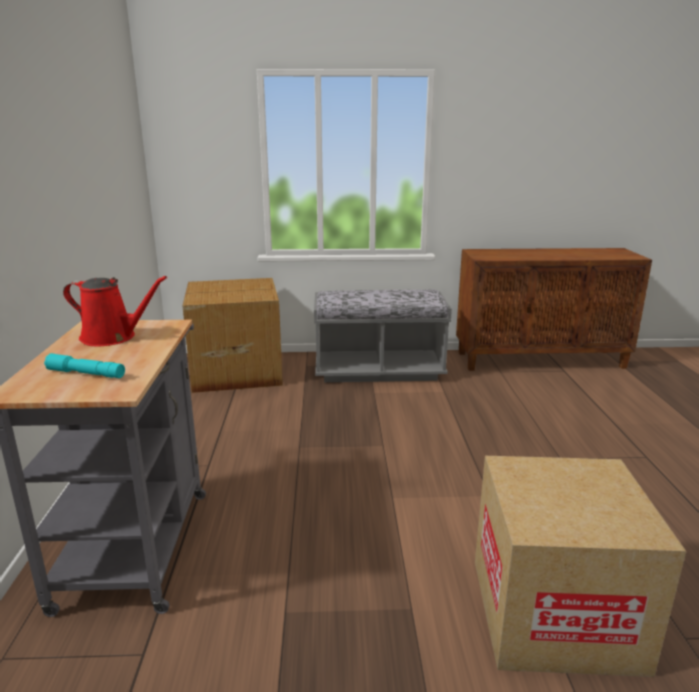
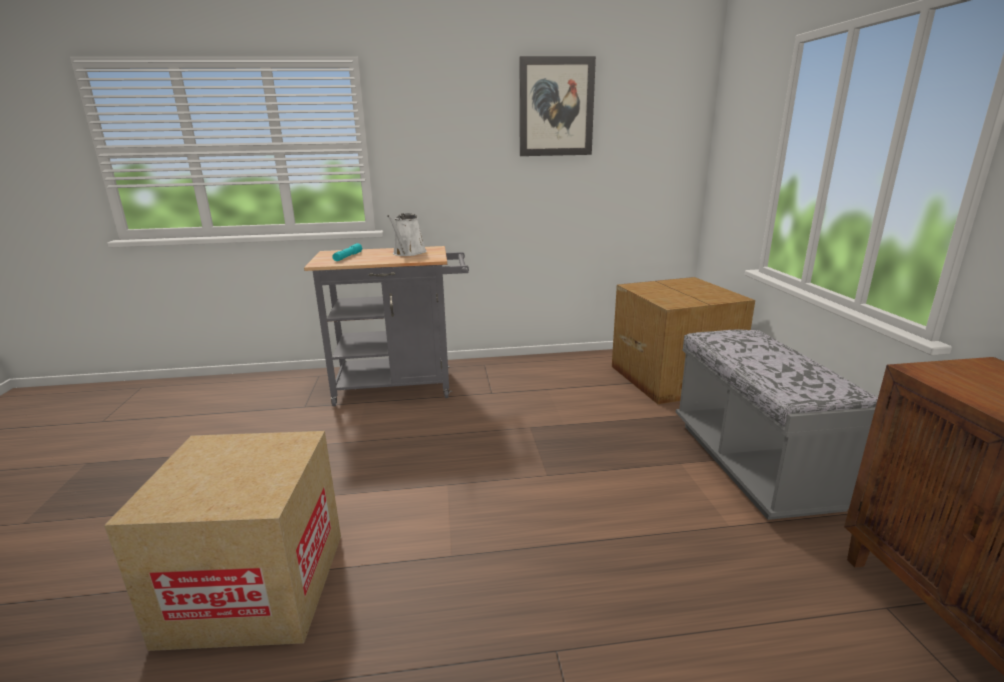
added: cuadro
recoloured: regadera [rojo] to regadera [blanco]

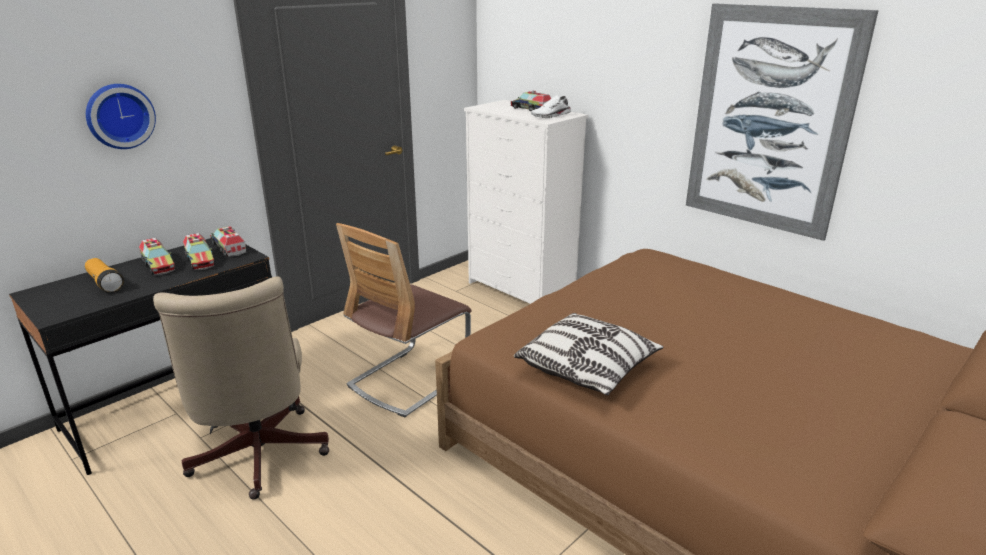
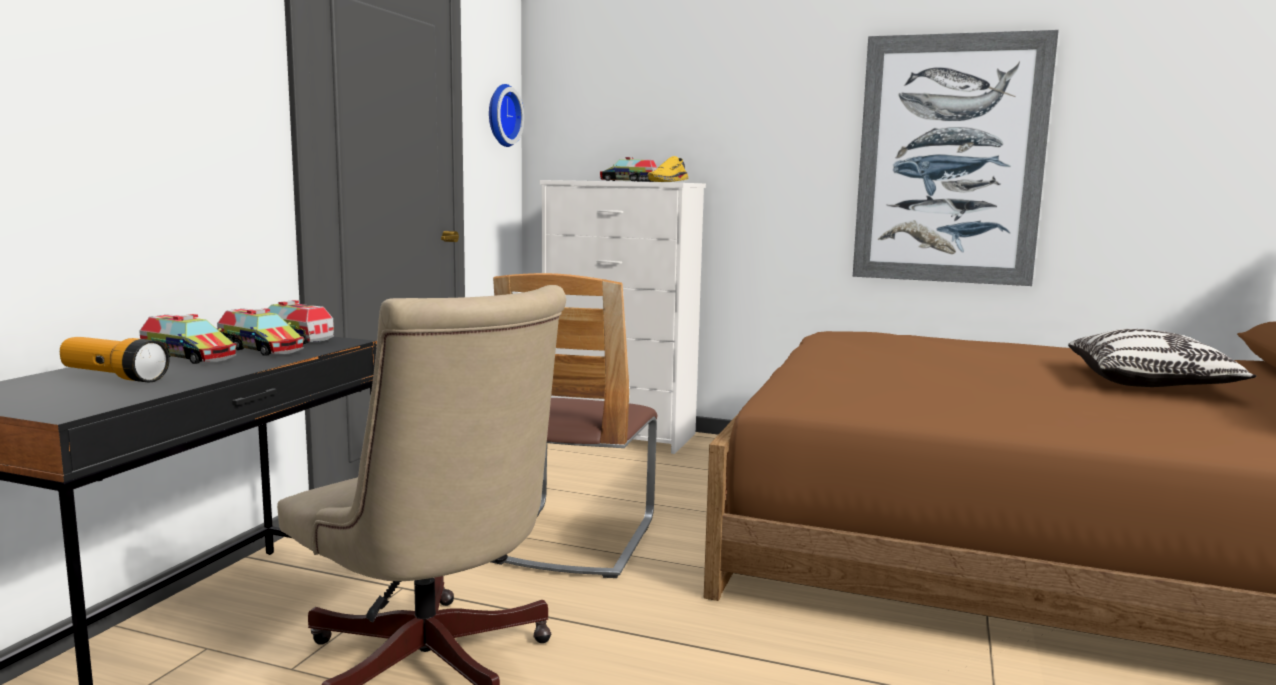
moved: reloj de pared; cojín
recoloured: zapato [blanco] to zapato [amarillo]

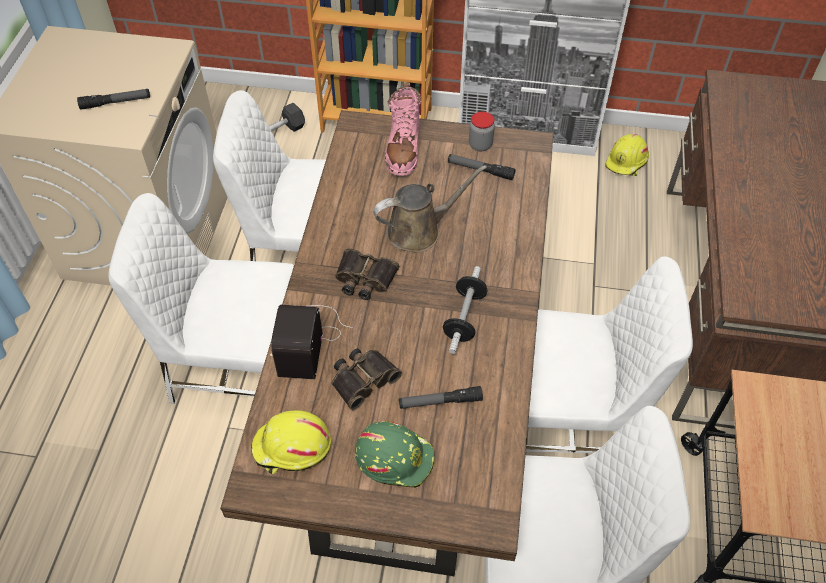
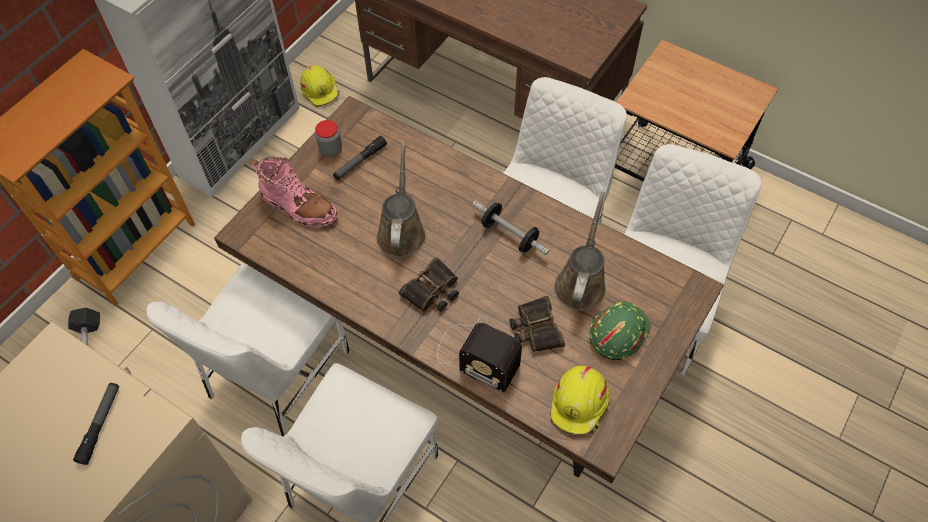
replaced: linterna (2nd from left) to regadera [marrón] (2nd from left)

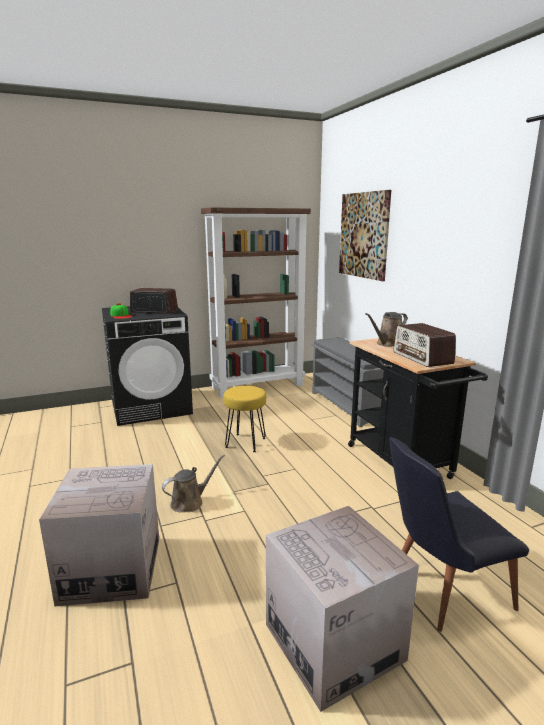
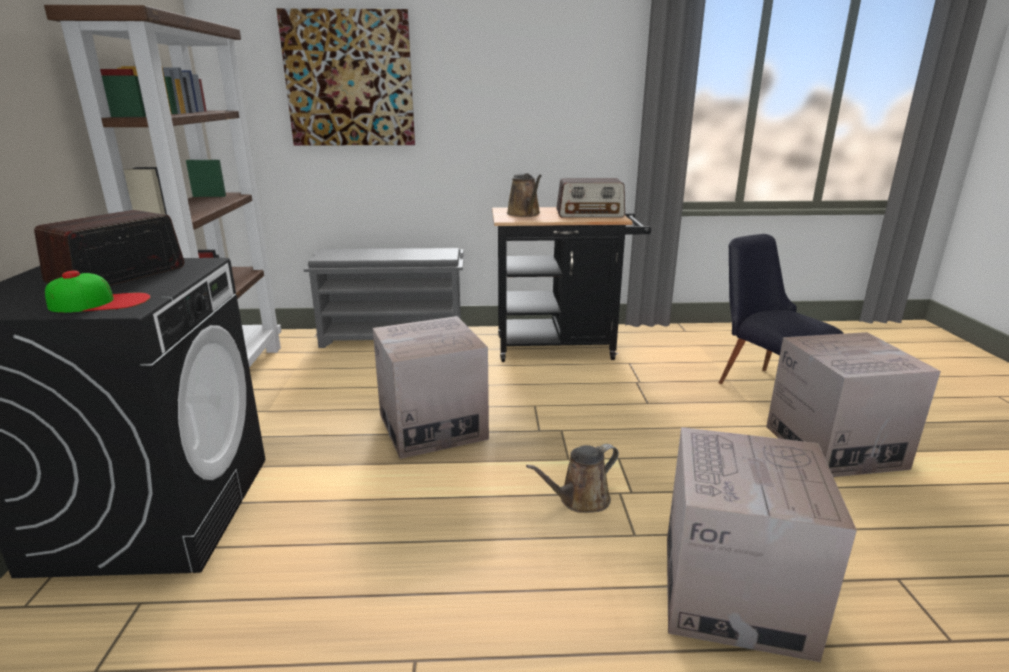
replaced: taburete [amarillo] to caja de cartón (1st from left)
turned: silla [negro] 150 degrees clockwise; regadera [marrón] (1st from left in the first image) 105 degrees counterclockwise

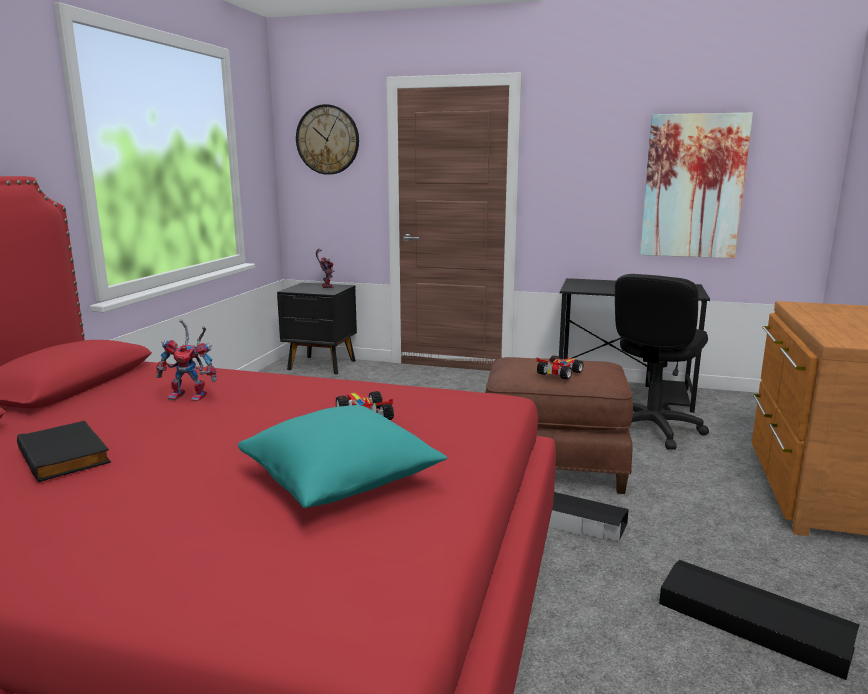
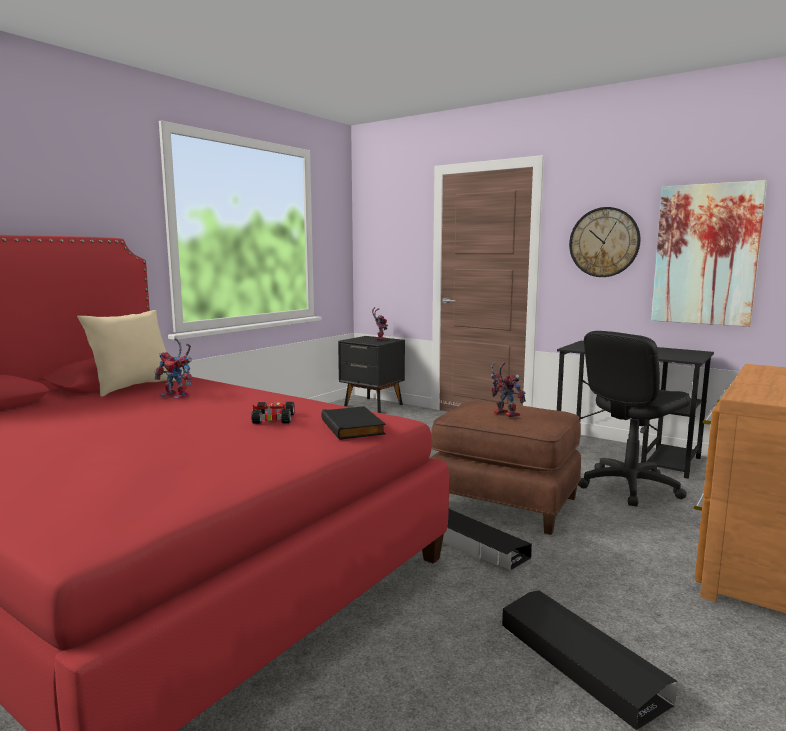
removed: cojín [turquesa]
added: cojín [beis]
moved: reloj de pared; libro [negro]
replaced: coche de juguete (2nd from left) to robot de juguete (3rd from left)

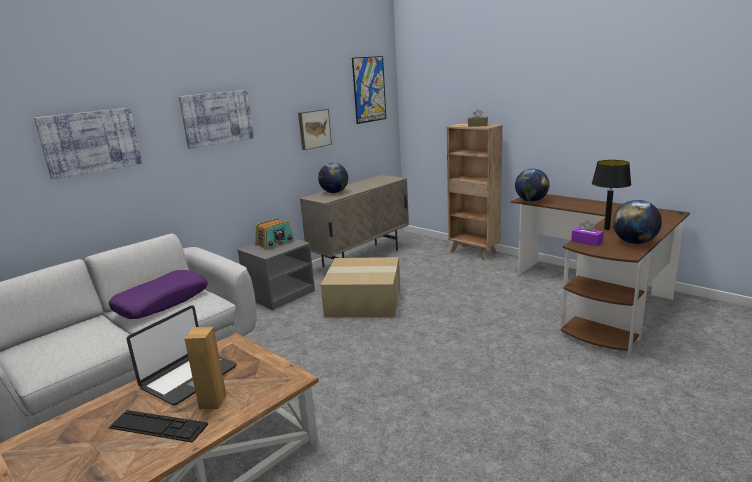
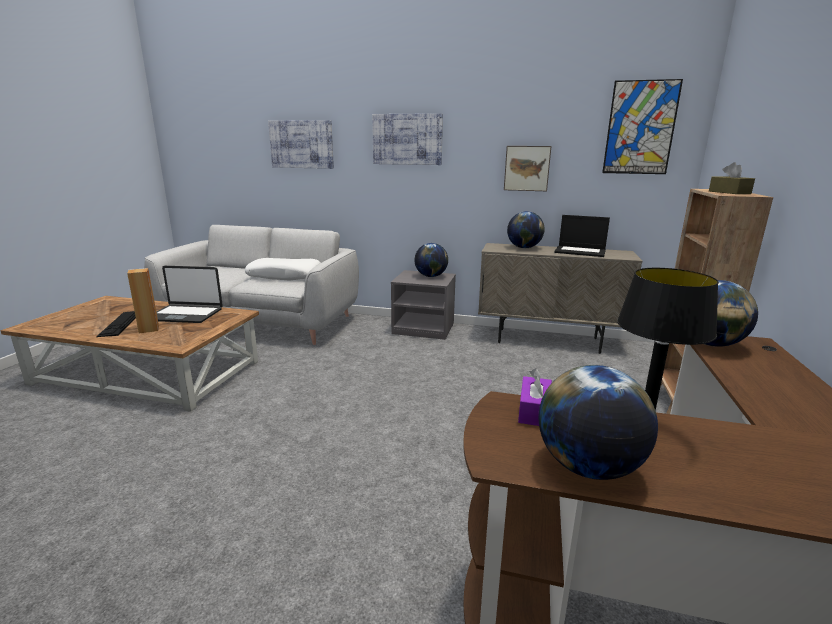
removed: caja de cartón
added: portátil (2nd from left)
replaced: radio to globo terráqueo (1st from left)
recoloured: cojín [morado] to cojín [blanco]

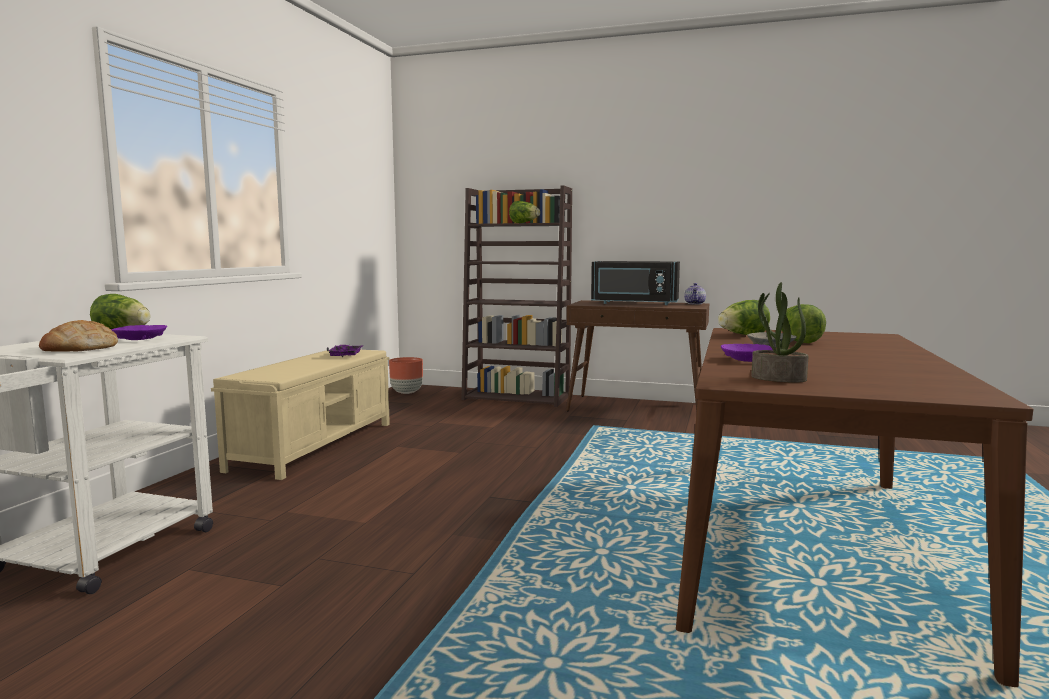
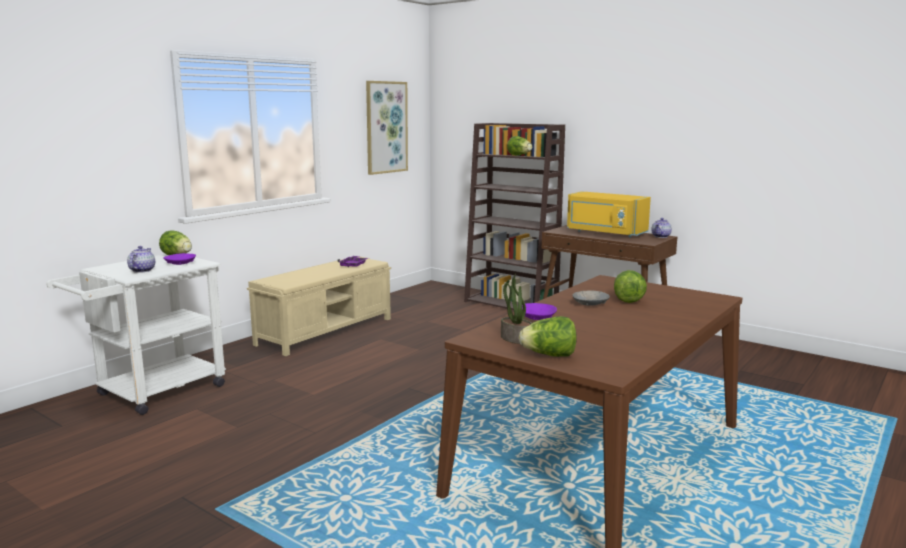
removed: maceta [marrón]
added: cuadro
moved: lechuga (3rd from left)
replaced: pan to tetera (1st from left)
recoloured: microondas [negro] to microondas [amarillo]

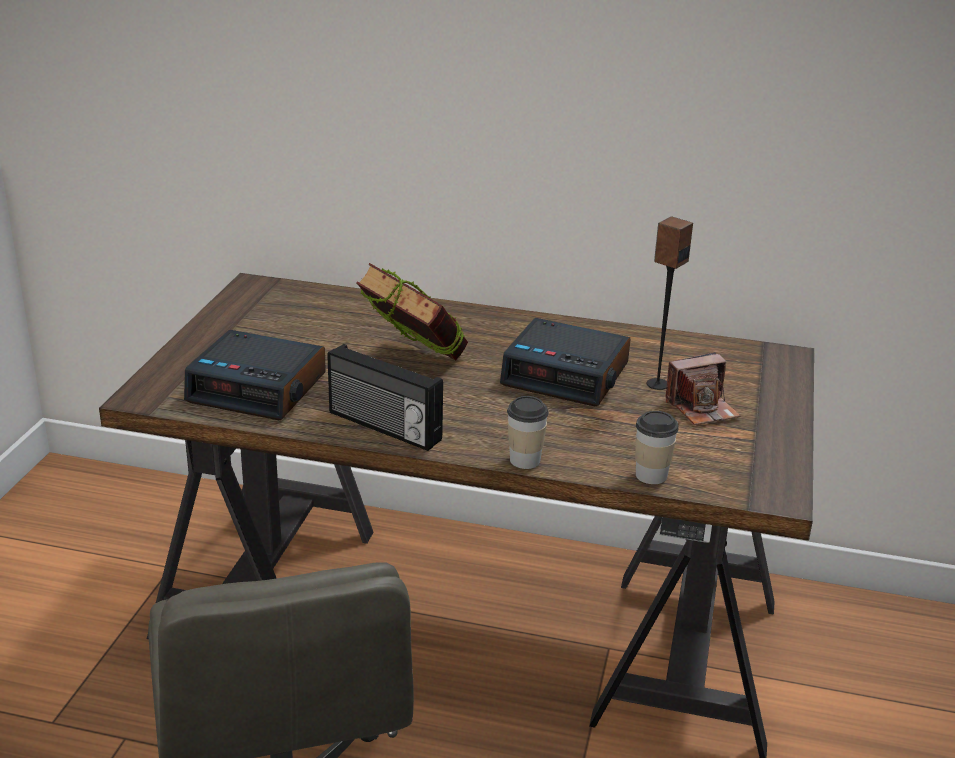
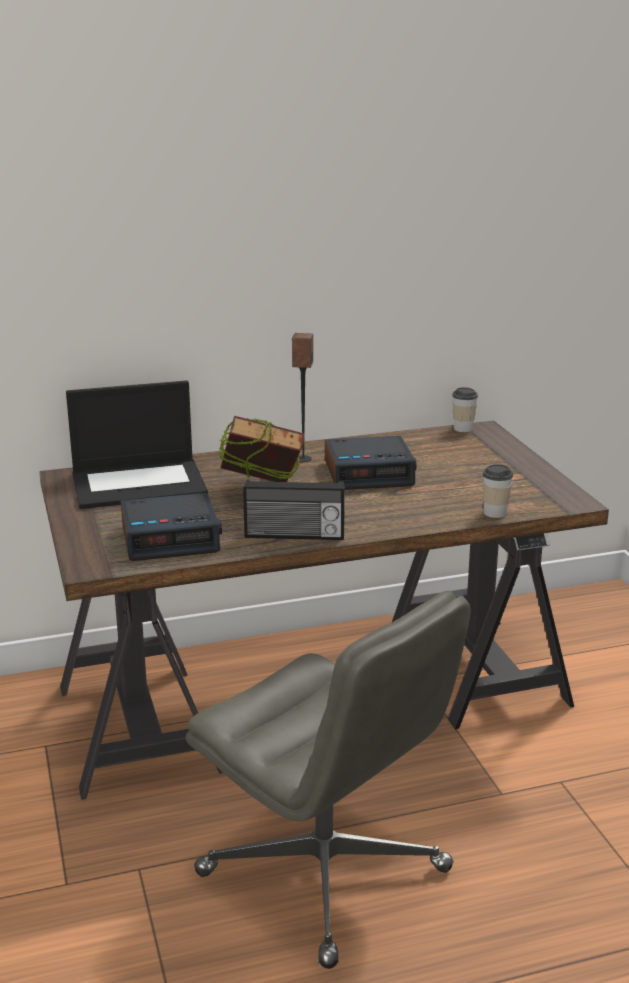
removed: cámara
added: portátil
moved: altavoz; taza (1st from left)

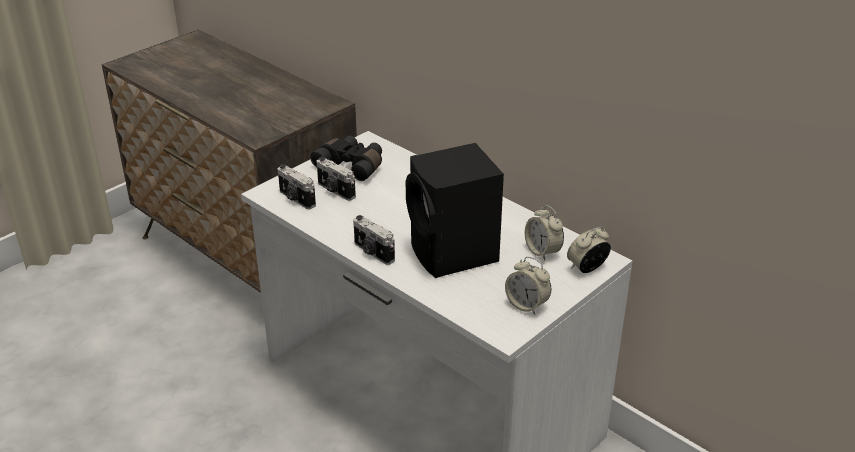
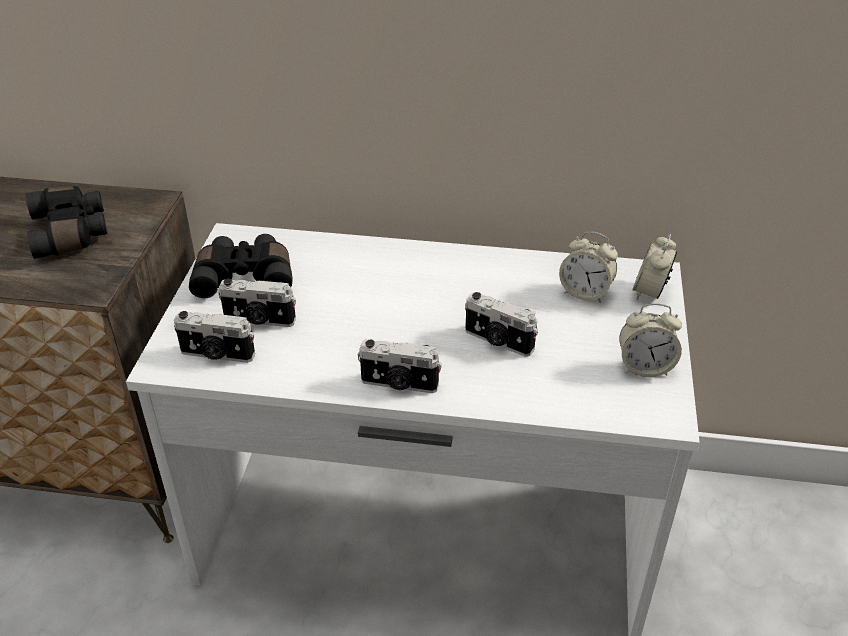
added: prismáticos [negro] (1st from left)
replaced: altavoz [negro] to cámara (4th from left)

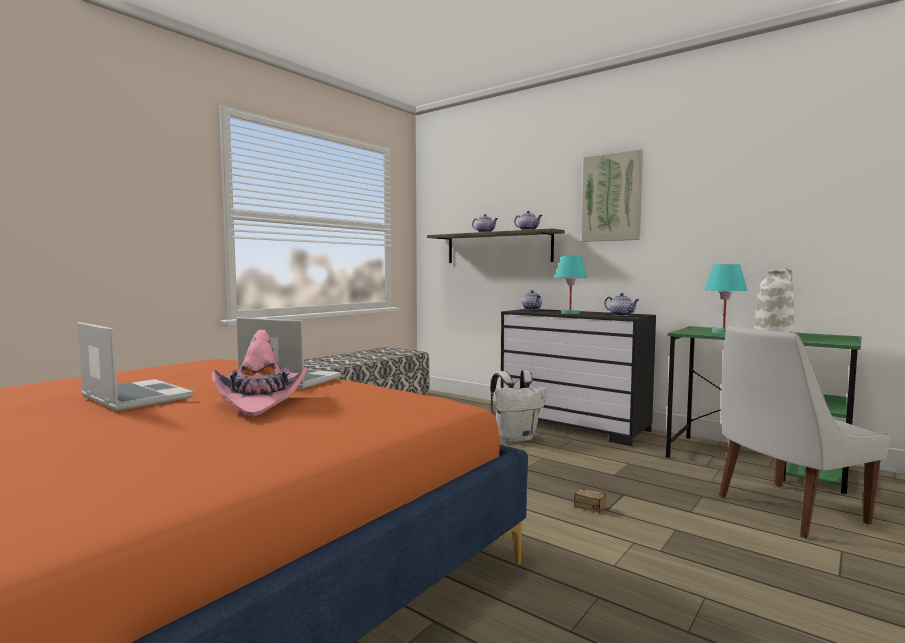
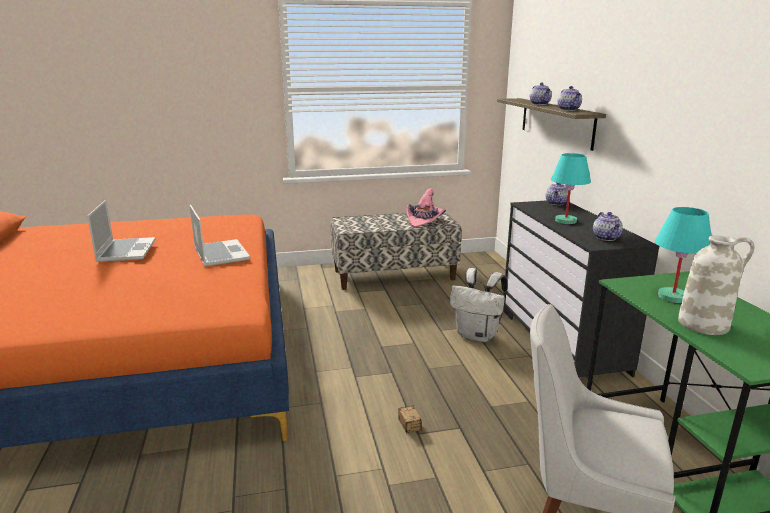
removed: cuadro
moved: sombrero [rosa]

